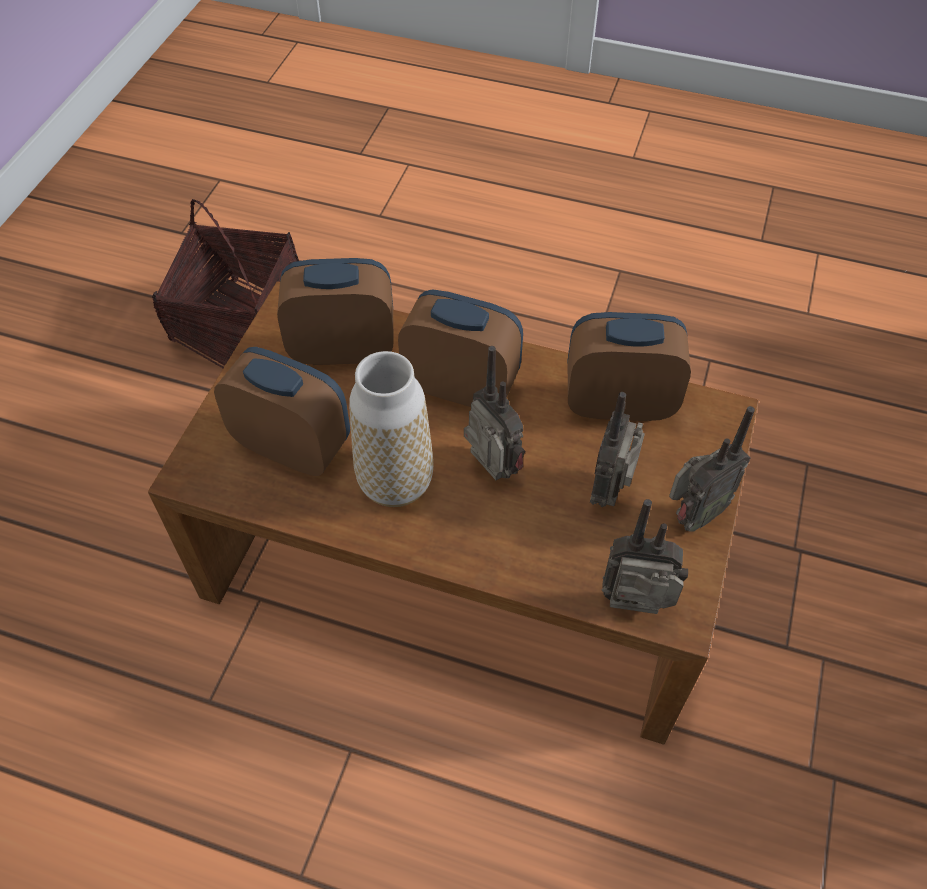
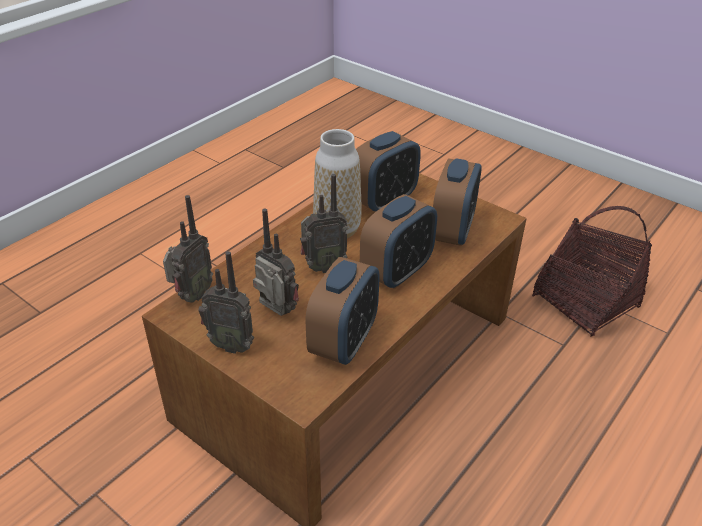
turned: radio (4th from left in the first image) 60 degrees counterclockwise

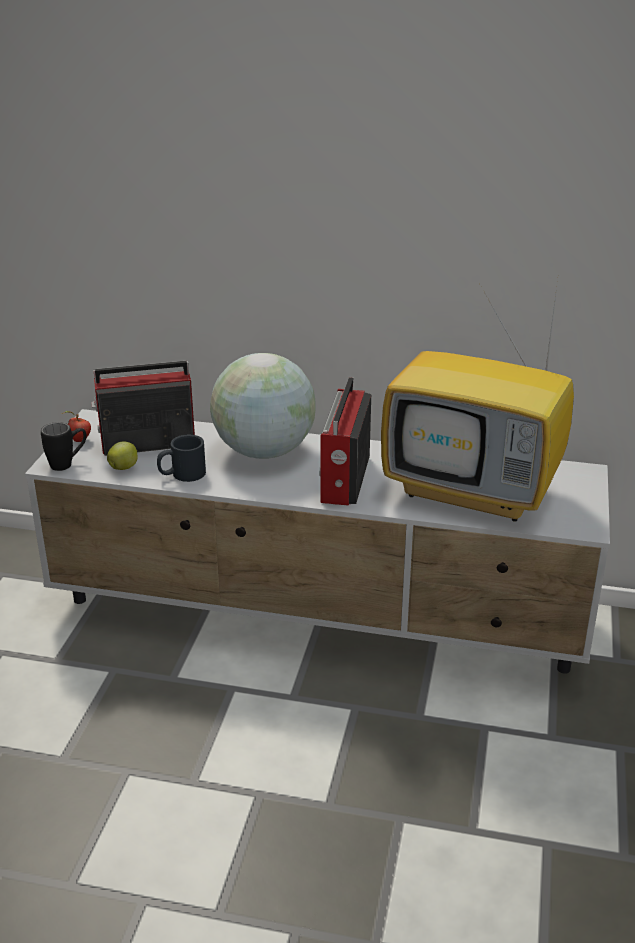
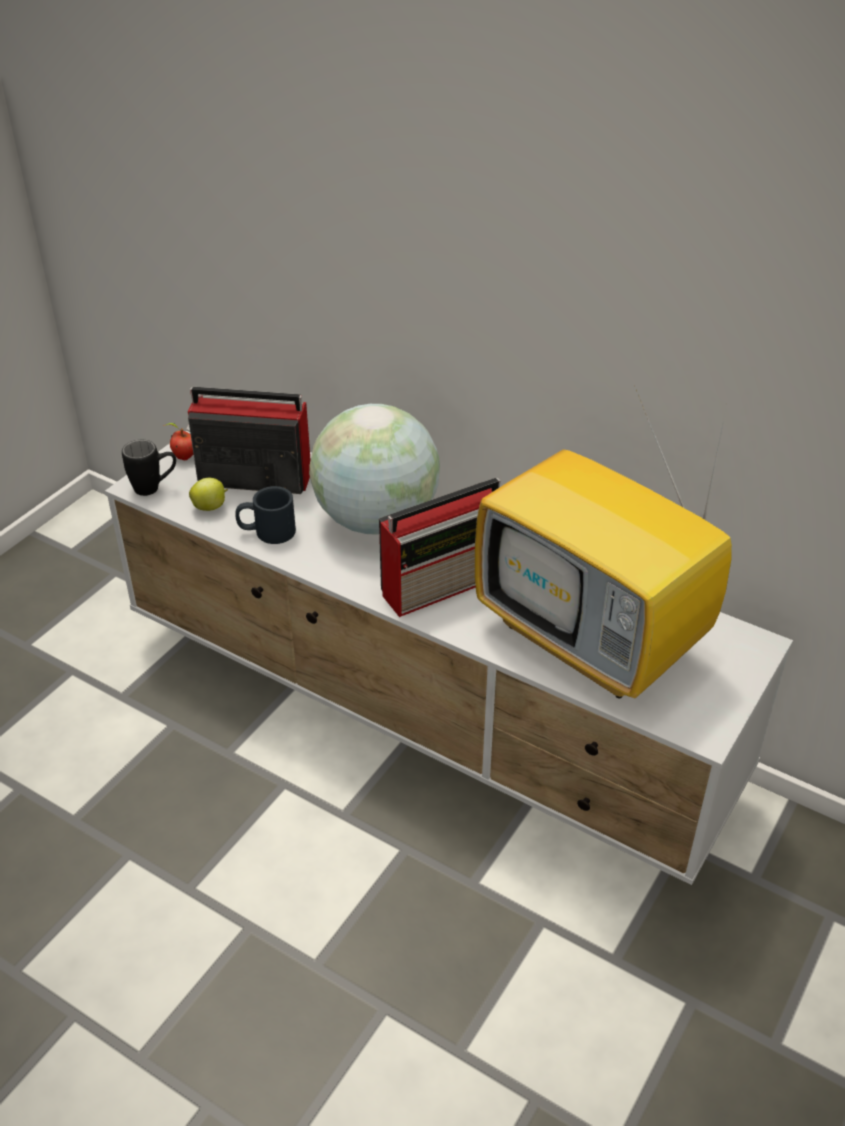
turned: radio (2nd from left) 150 degrees counterclockwise

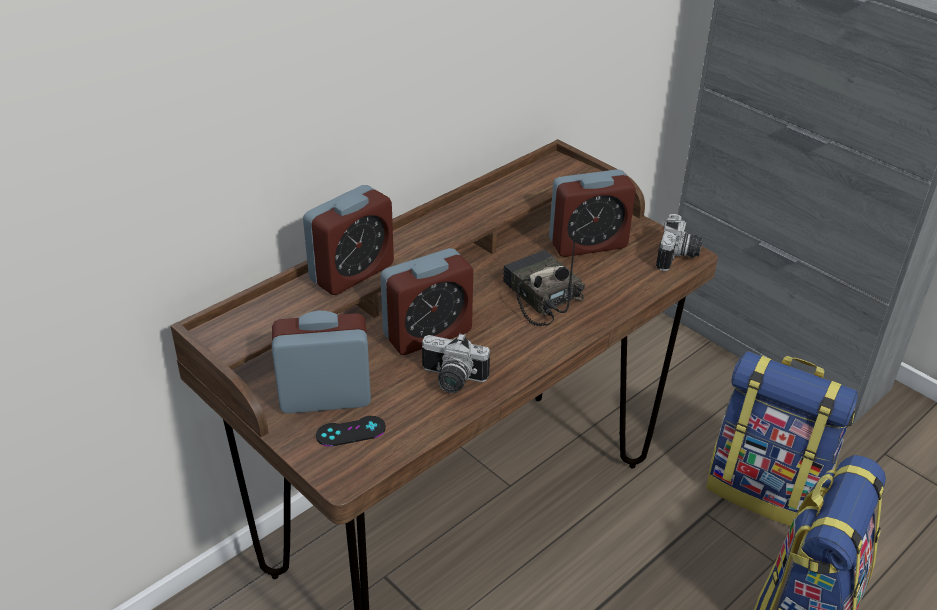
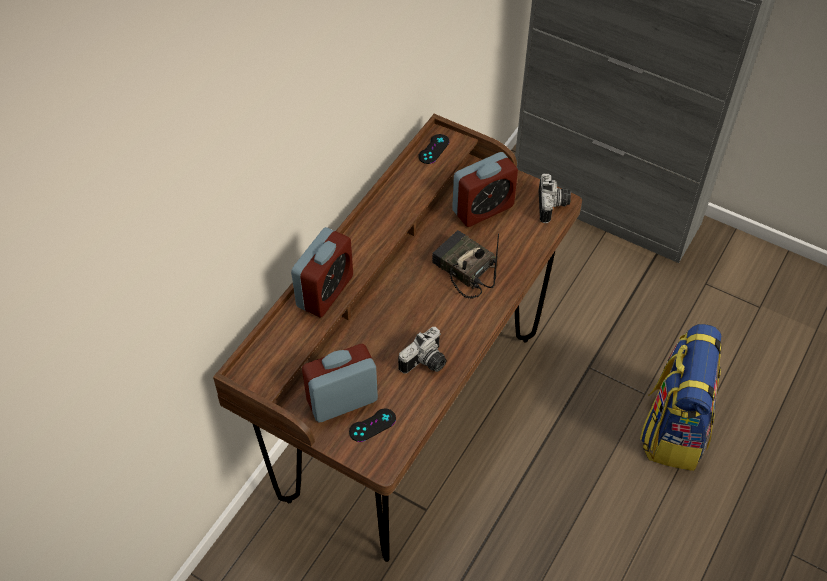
removed: despertador (3rd from left); mochila (1st from left)
added: mando de consola [negro] (2nd from left)
turned: cámara (1st from left) 45 degrees counterclockwise

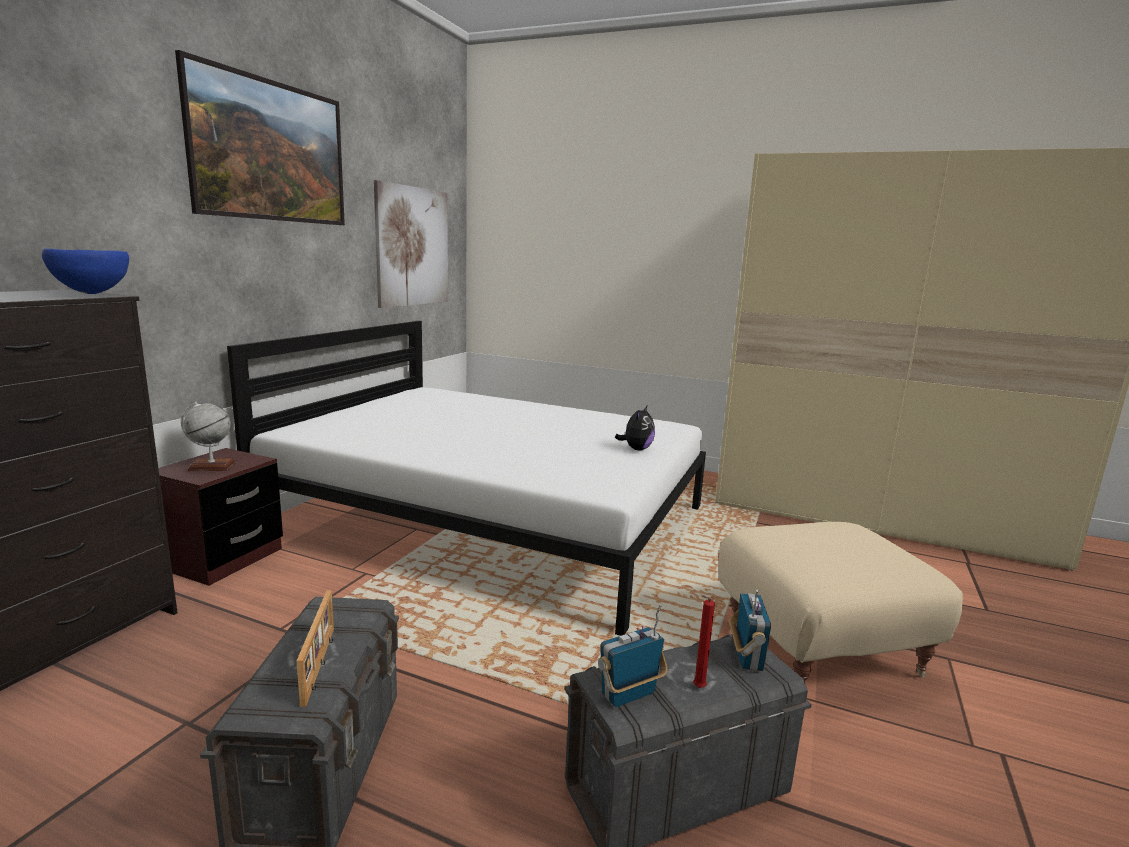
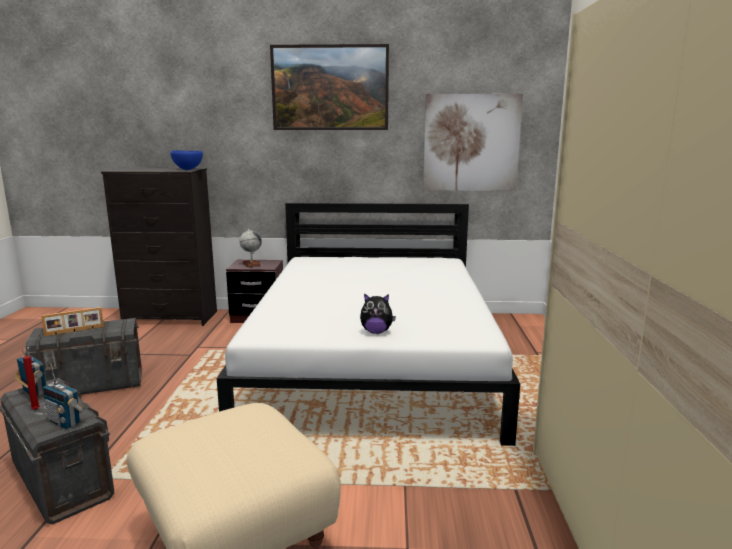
turned: radio (2nd from left) 45 degrees clockwise

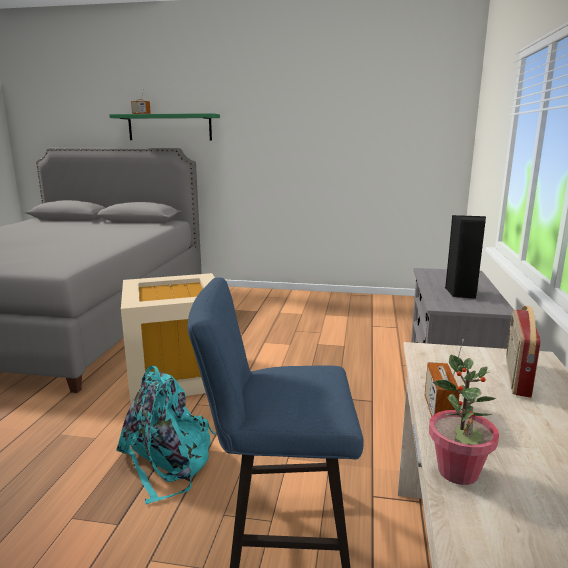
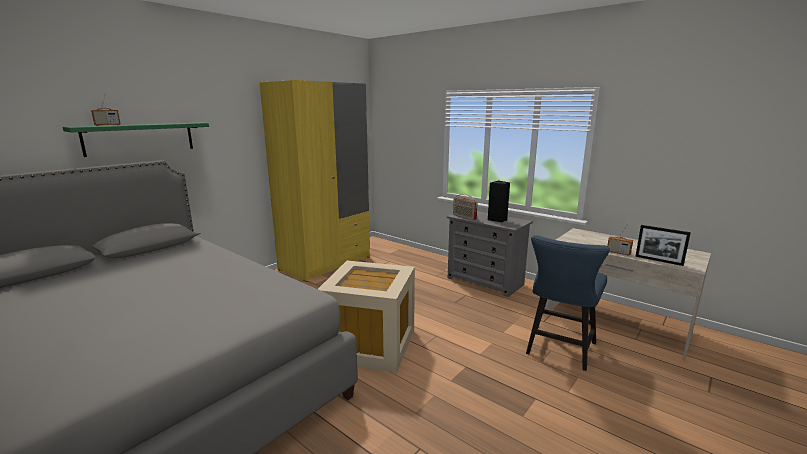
removed: mochila [turquesa]
added: armario ropero [amarillo]
moved: radio (3rd from left in the first image) to radio (2nd from left)
replaced: planta en maceta to portarretratos

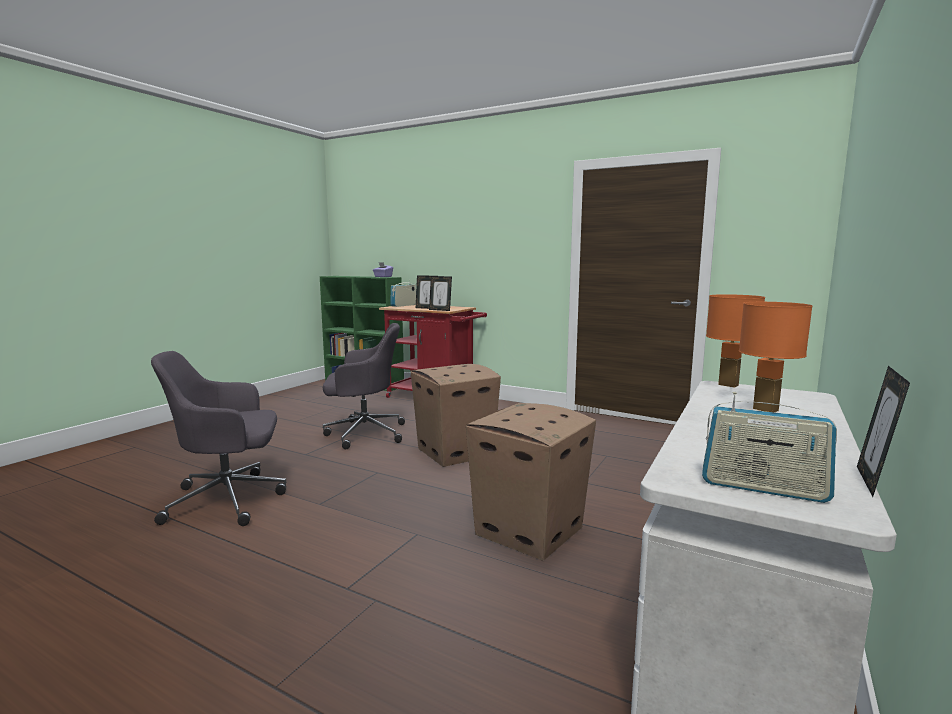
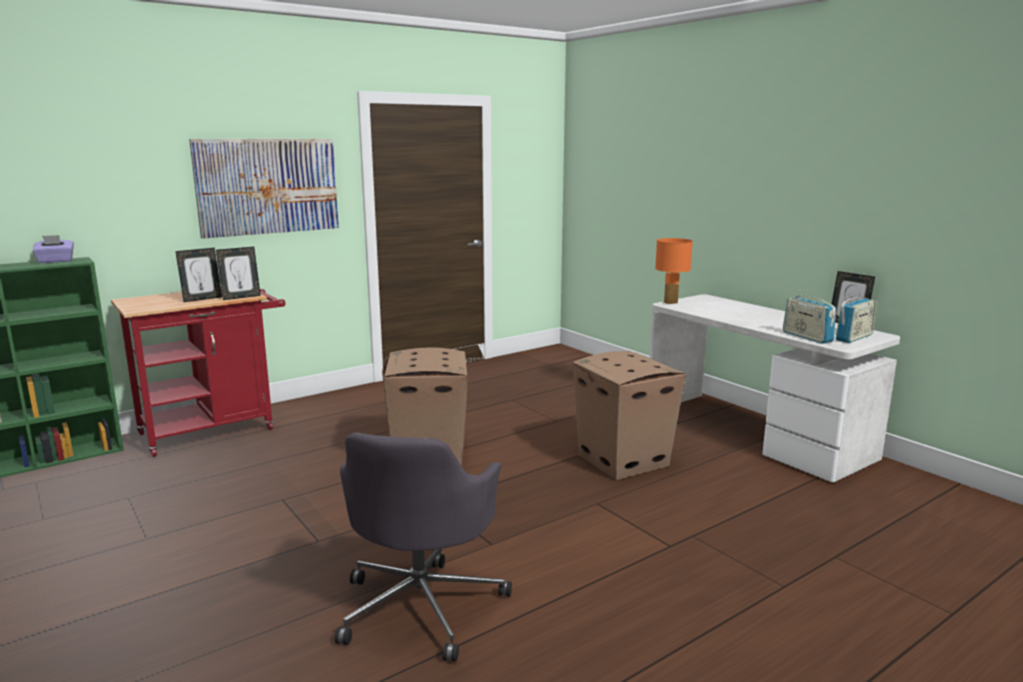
removed: lámpara de mesa [naranja] (2nd from left); silla de oficina [gris] (2nd from left)
added: cuadro
moved: radio (1st from left)

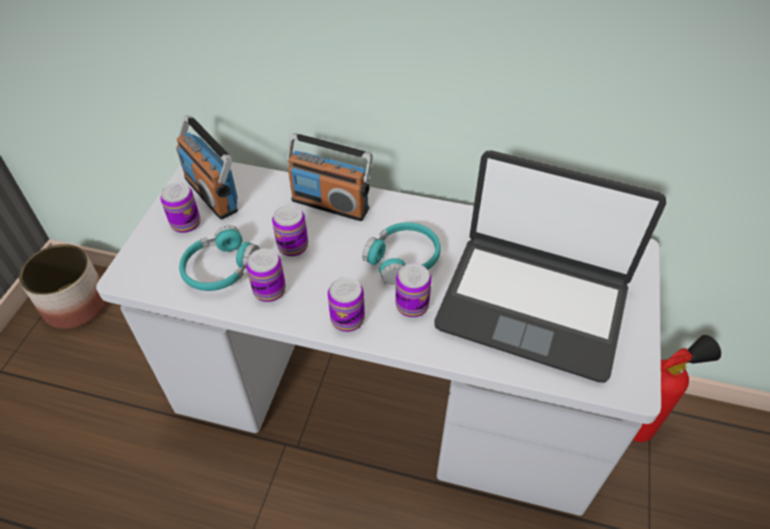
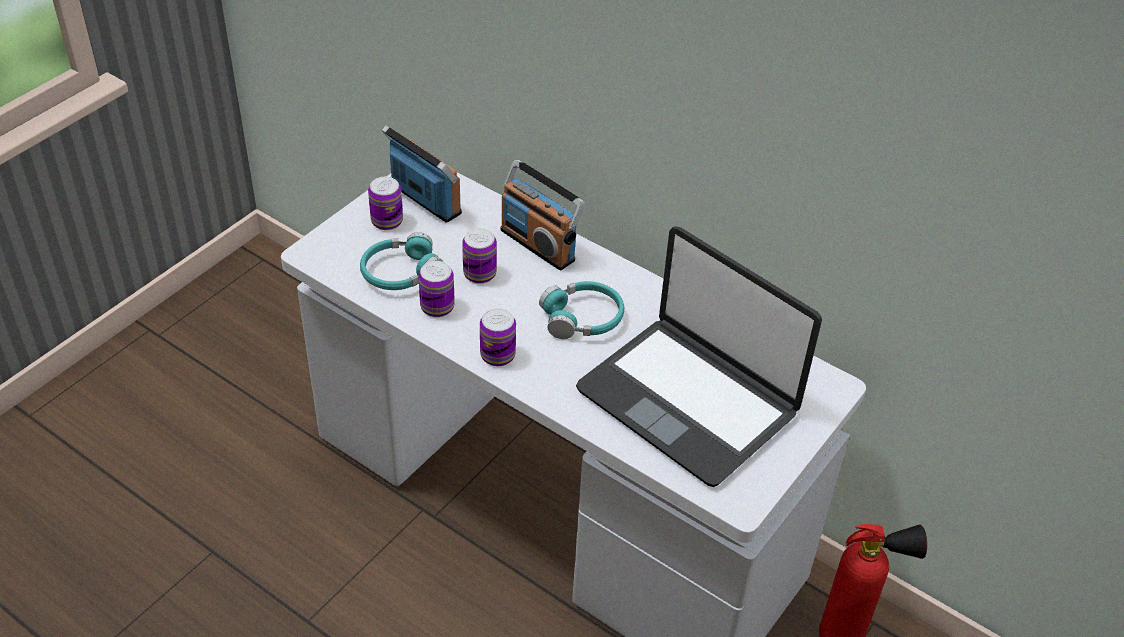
removed: maceta; lata (5th from left)
turned: radio (1st from left) 150 degrees clockwise

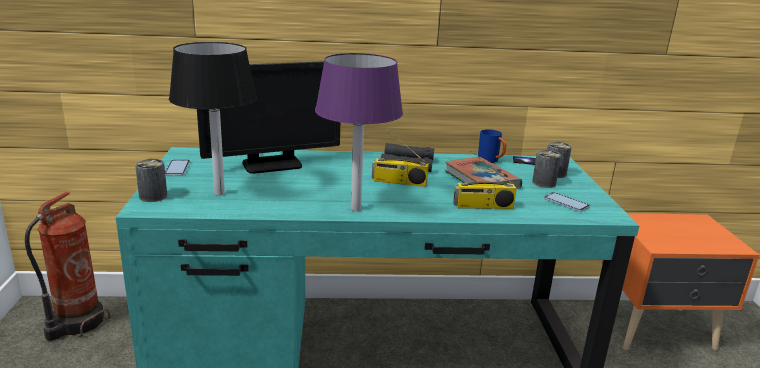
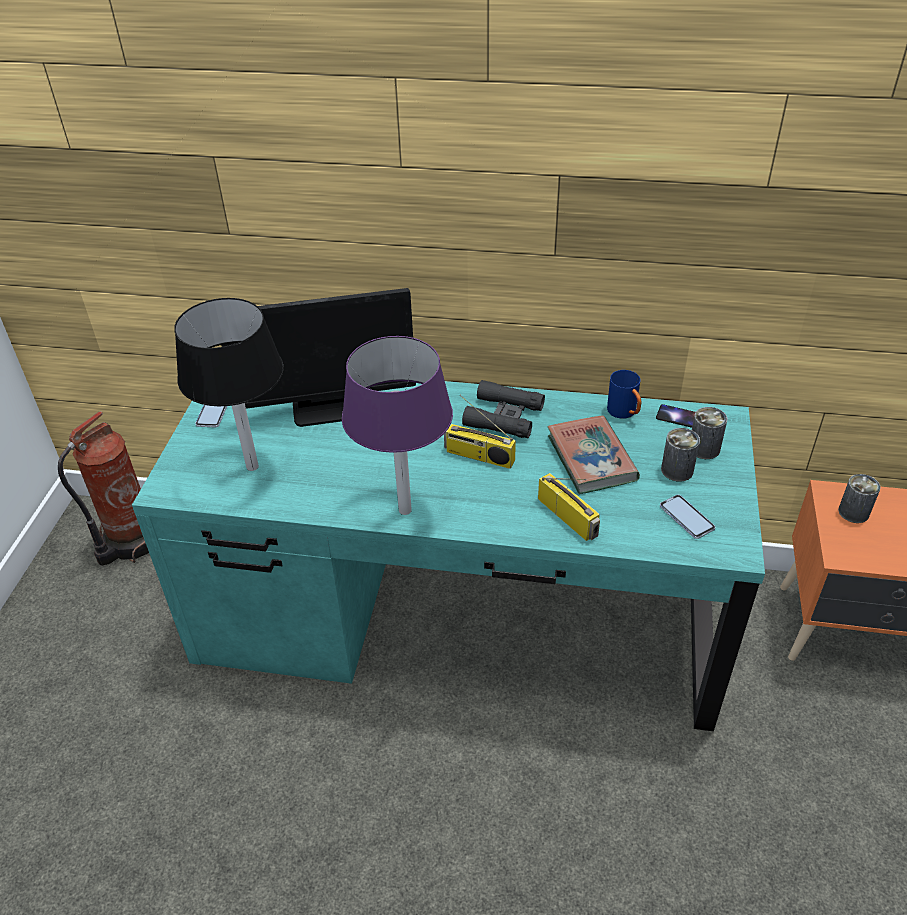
moved: lata (1st from left in the first image) to lata (3rd from left)
turned: radio (2nd from left) 135 degrees counterclockwise

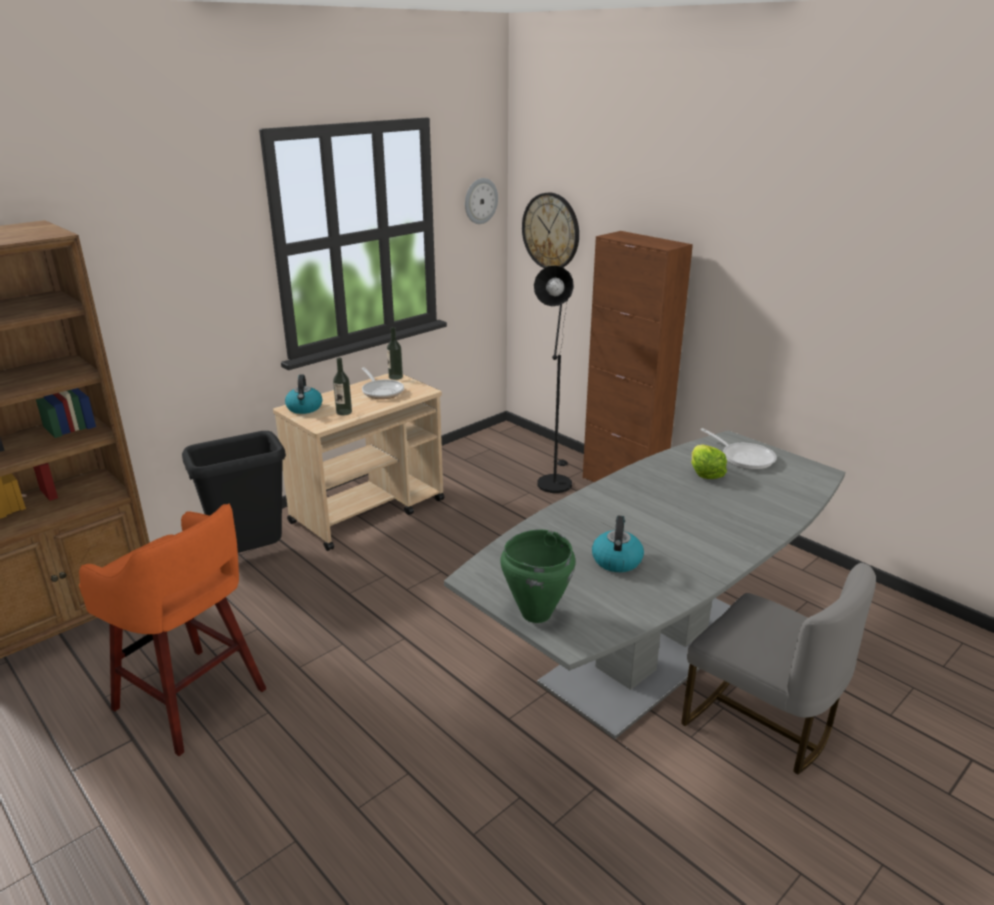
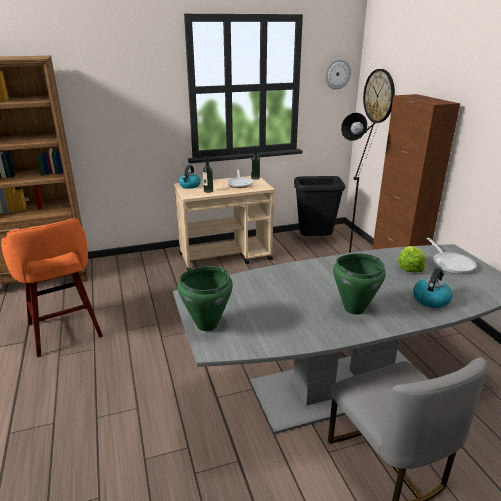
added: olla [verde] (2nd from left)
moved: papelera [negro]; hervidor (2nd from left)

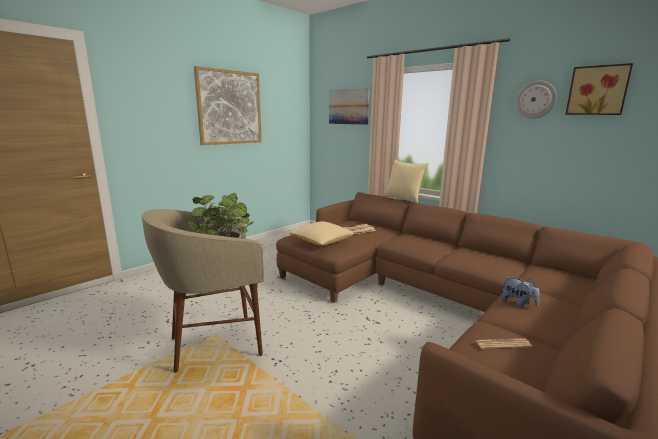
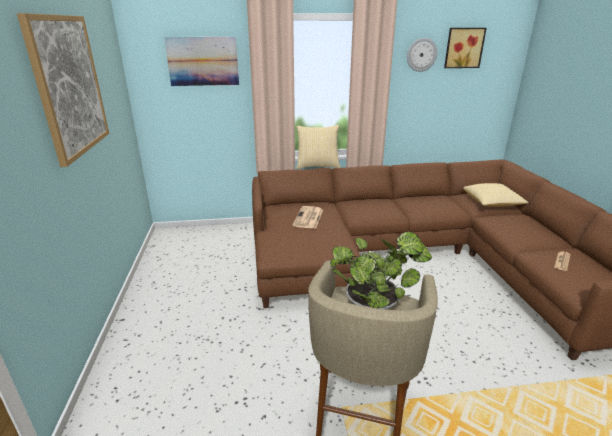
removed: peluche
moved: cojín (1st from left in the first image) to cojín (2nd from left)

